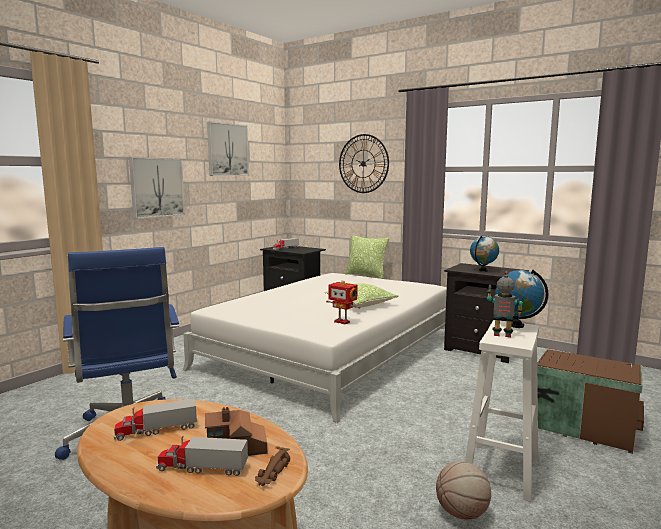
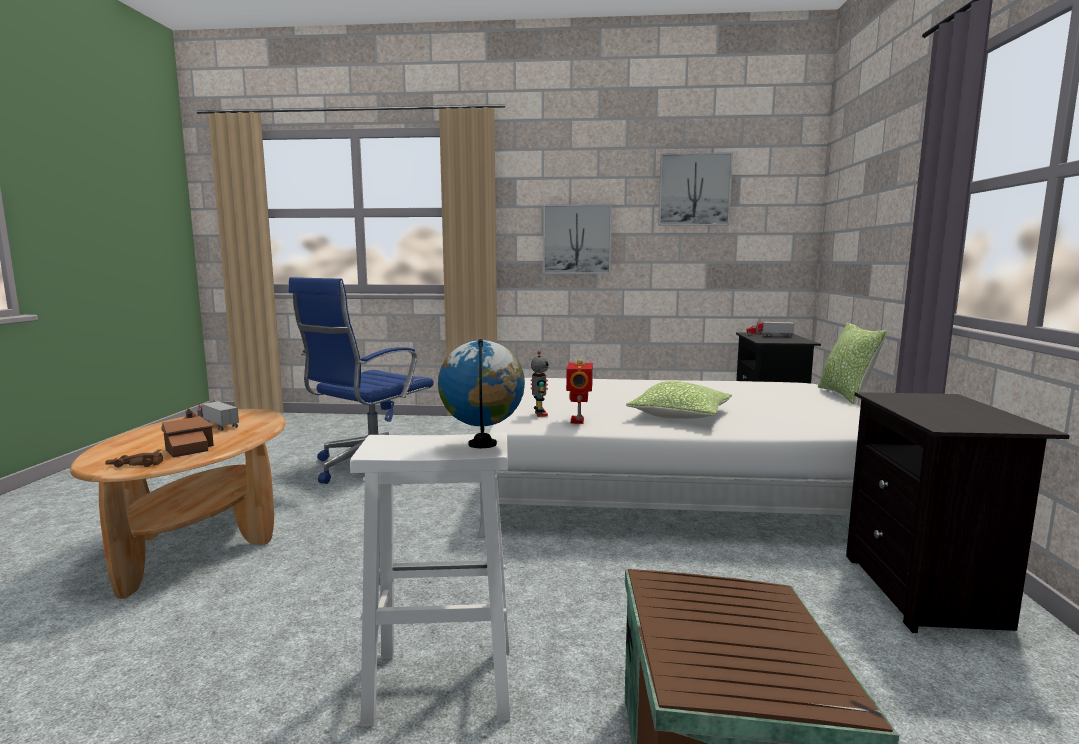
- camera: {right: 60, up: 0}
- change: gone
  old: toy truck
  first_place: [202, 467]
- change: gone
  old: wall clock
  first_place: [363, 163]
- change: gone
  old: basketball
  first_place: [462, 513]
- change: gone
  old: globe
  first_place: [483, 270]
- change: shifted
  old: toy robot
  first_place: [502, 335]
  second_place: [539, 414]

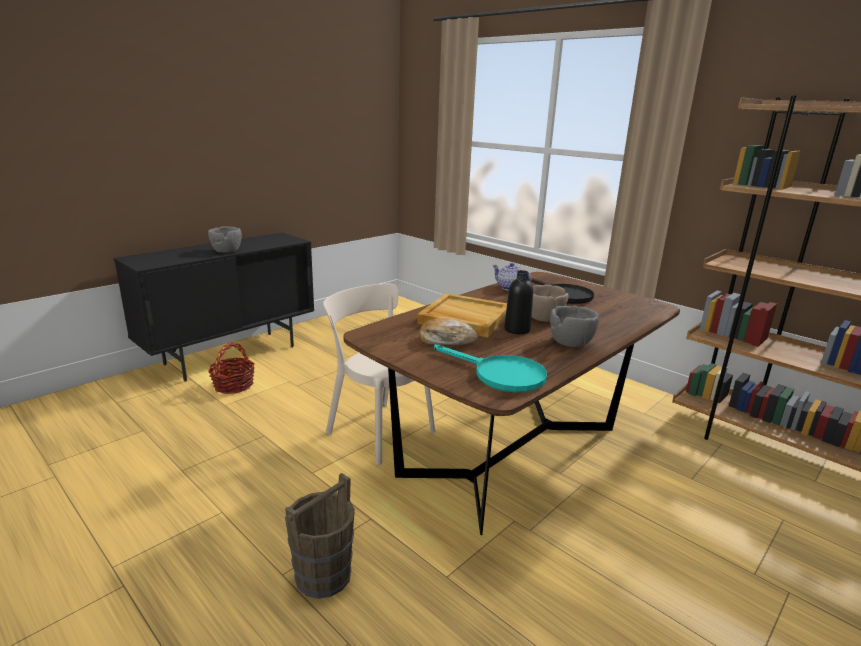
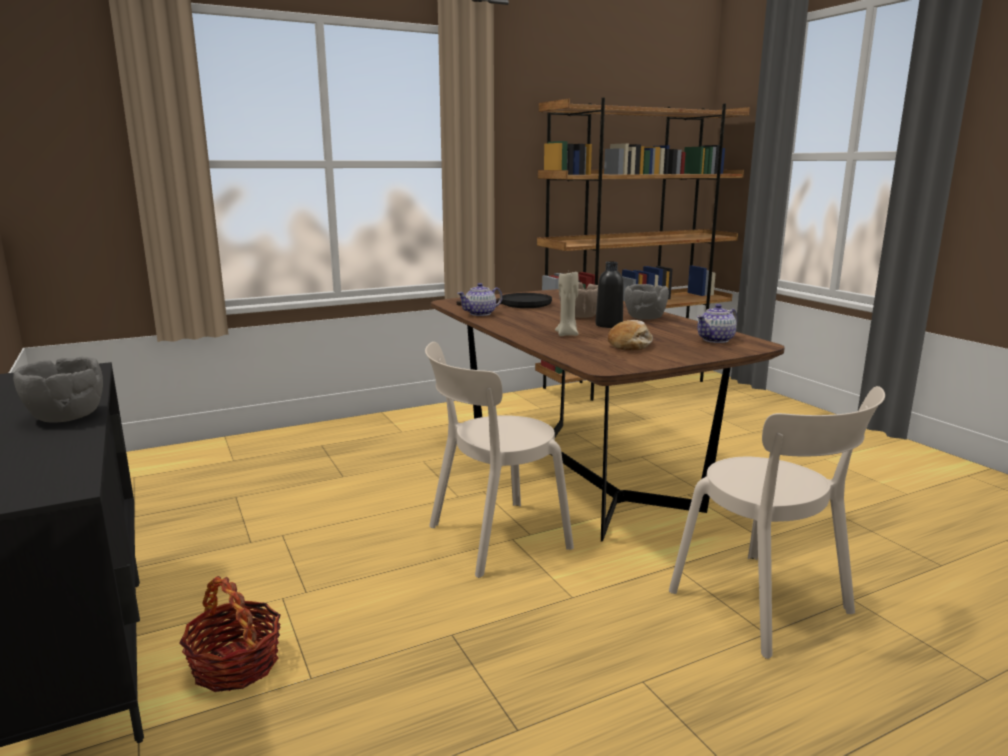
- camera: {right: -70, up: -5}
- change: swapped
  old: brown bucket
  new: beige chair
  first_place: [322, 575]
  second_place: [766, 606]
- change: swapped
  old: beige tray
  new: beige candle
  first_place: [464, 318]
  second_place: [567, 334]
- change: swapped
  old: turquoise frying pan
  new: teapot
  first_place: [500, 375]
  second_place: [716, 340]

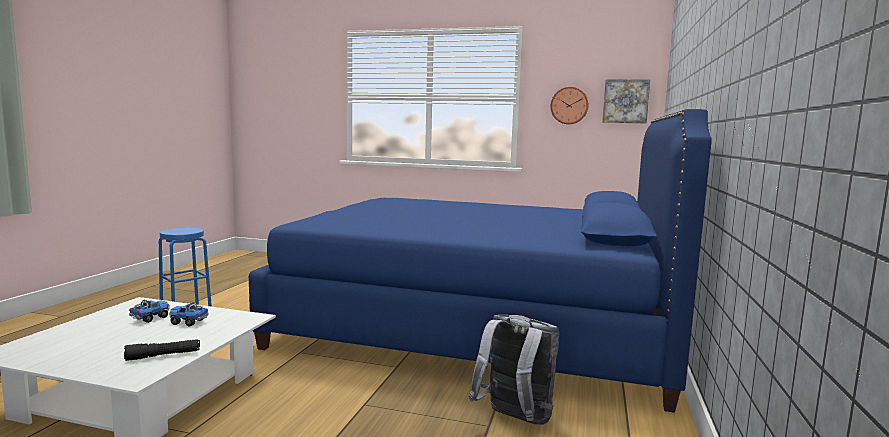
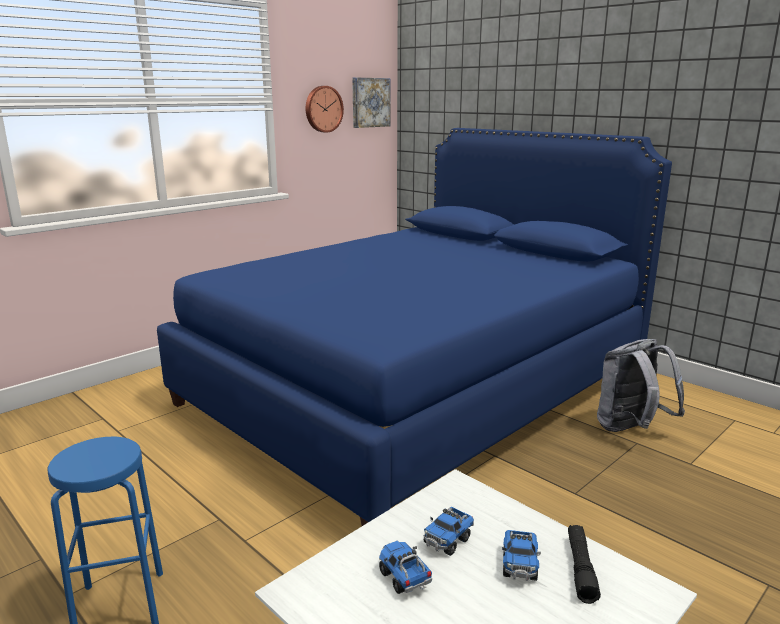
- camera: {right: -60, up: 10}
- change: new
  new: toy truck
  second_place: [519, 566]

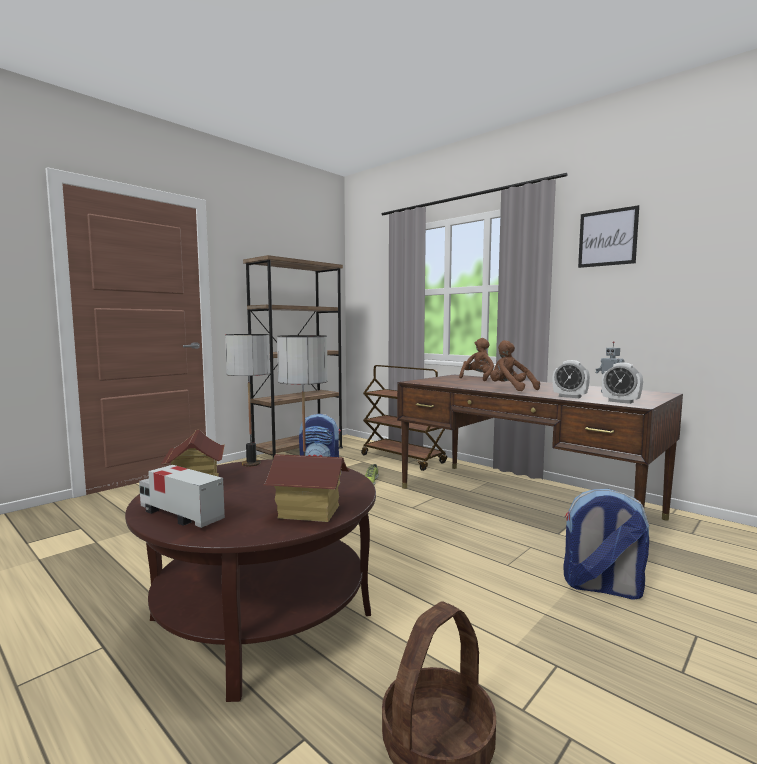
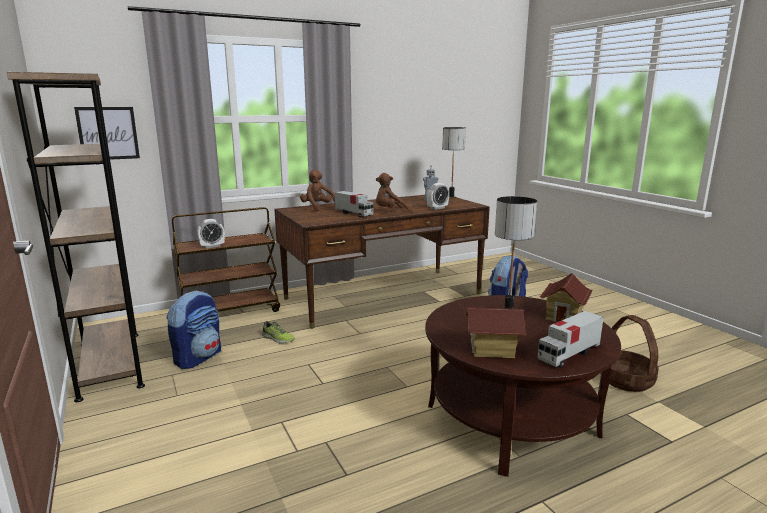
- camera: {right: -70, up: 10}
- change: new
  new: toy truck
  second_place: [354, 214]
- change: shifted
  old: table lamp
  first_place: [251, 464]
  second_place: [451, 198]
- change: shifted
  old: picture
  first_place: [607, 238]
  second_place: [108, 133]
- change: shifted
  old: alarm clock
  first_place: [620, 401]
  second_place: [212, 246]

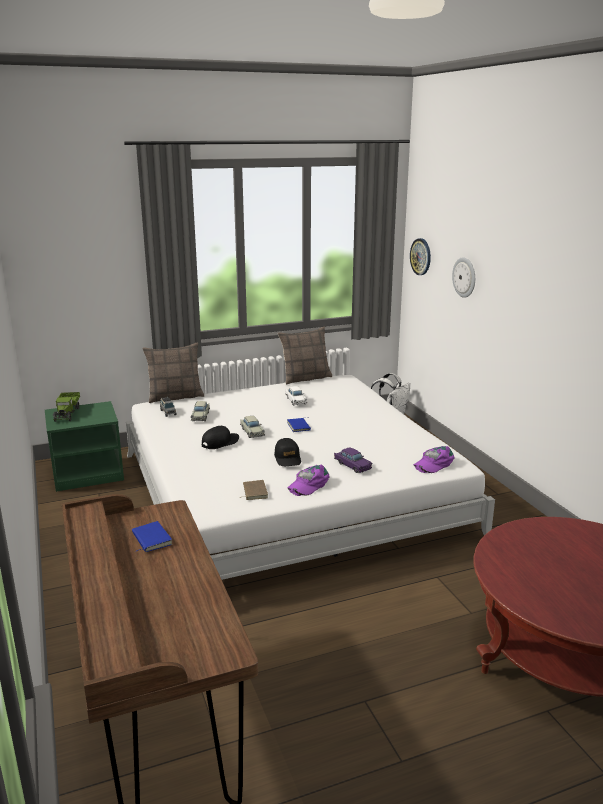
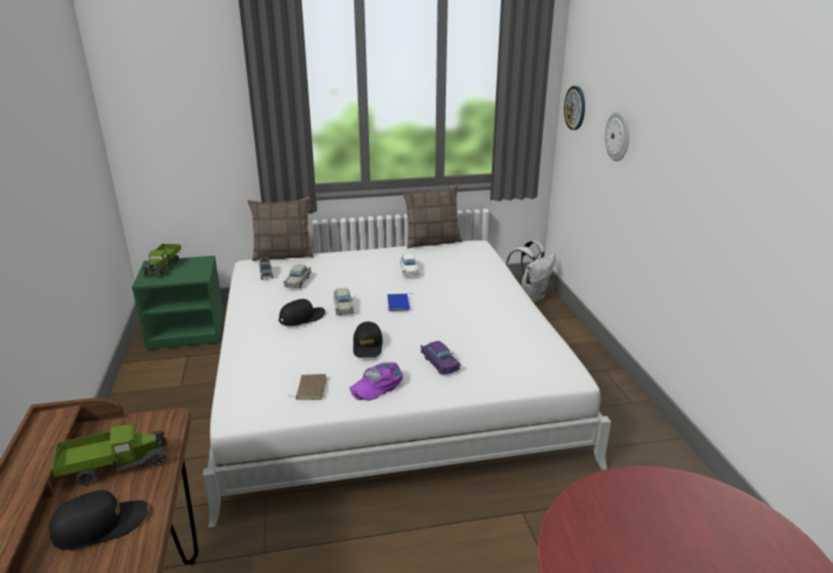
- camera: {right: 10, up: 5}
- change: gone
  old: purple cap
  first_place: [433, 463]
- change: new
  new: black cap
  second_place: [100, 525]
- change: swapped
  old: blue book
  new: toy truck
  first_place: [150, 539]
  second_place: [115, 465]

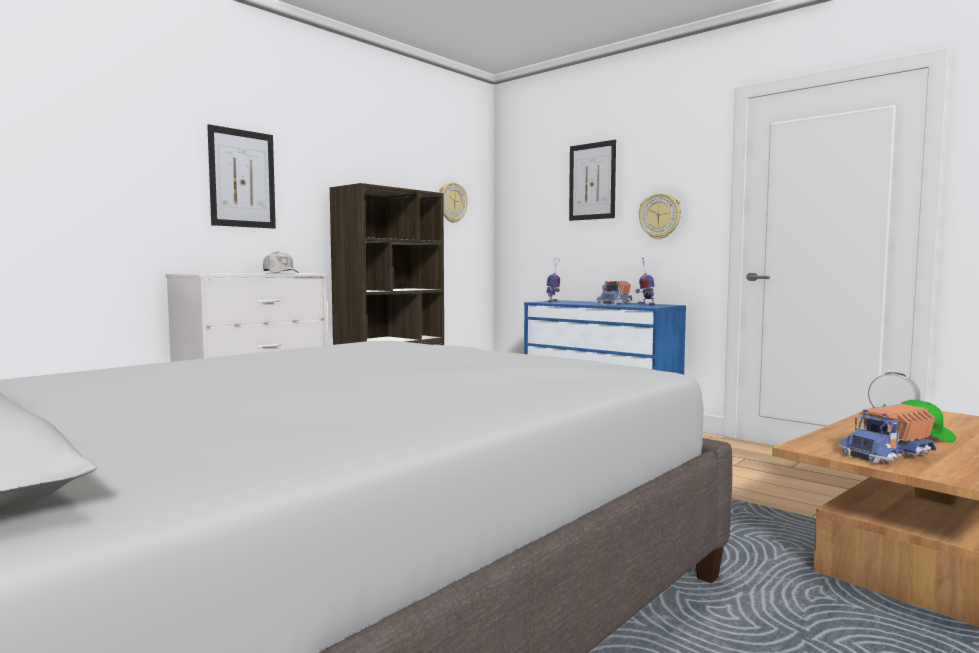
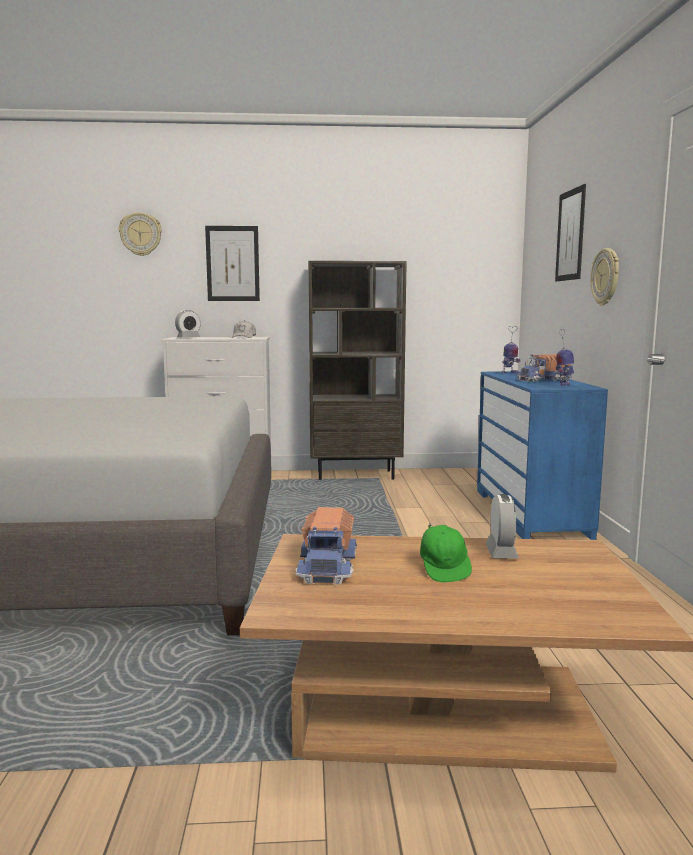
- camera: {right: 45, up: 5}
- change: new
  new: alarm clock
  second_place: [188, 338]
- change: shifted
  old: wall clock
  first_place: [452, 202]
  second_place: [140, 234]
- change: rotated
  old: toy truck
  first_place: [887, 454]
  second_place: [328, 566]
  degrees: -105

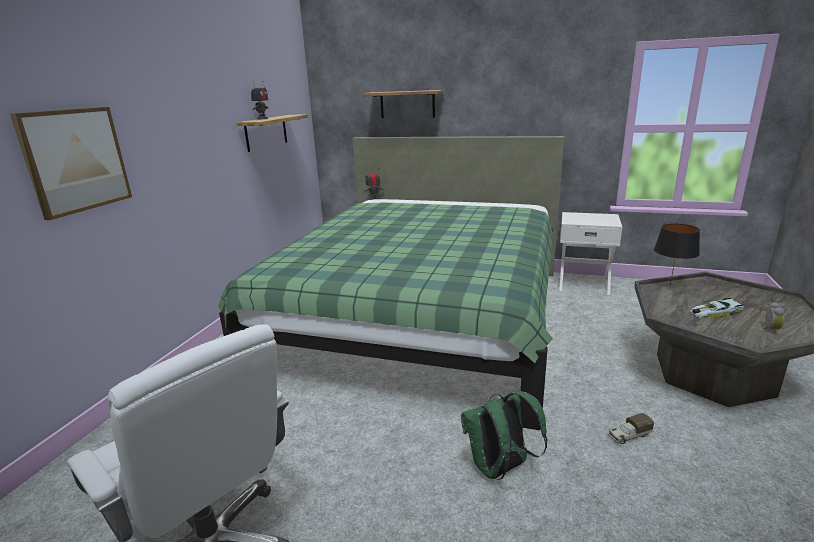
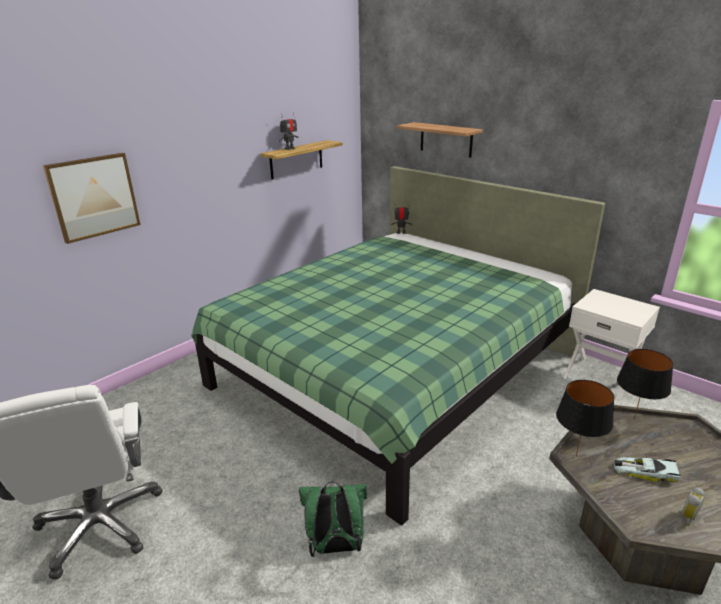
- camera: {right: 25, up: 5}
- change: gone
  old: toy truck
  first_place: [628, 436]
- change: new
  new: black table lamp
  second_place: [576, 456]

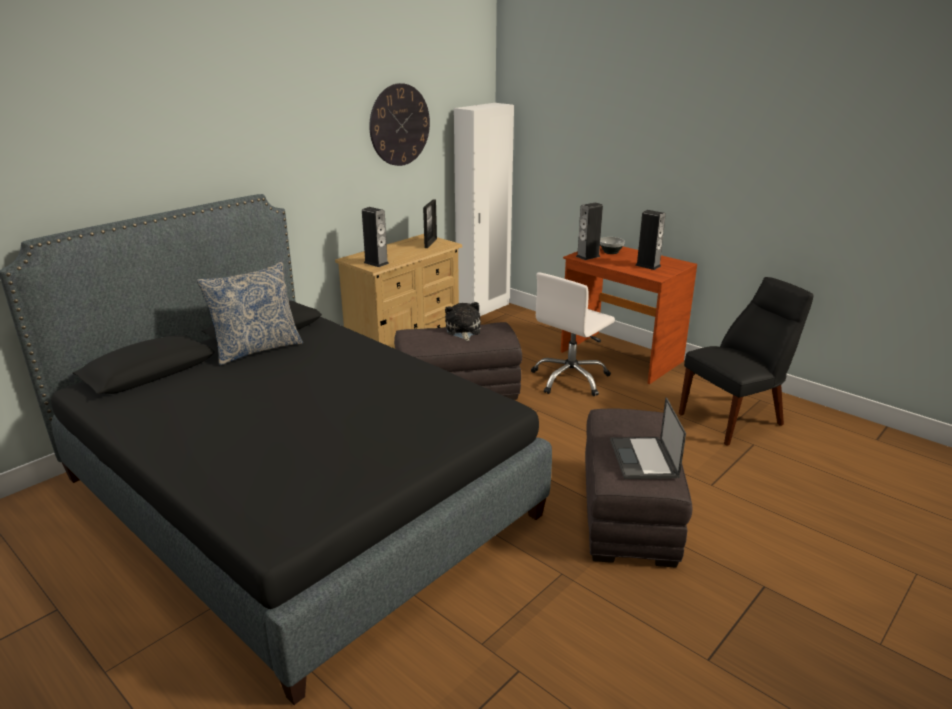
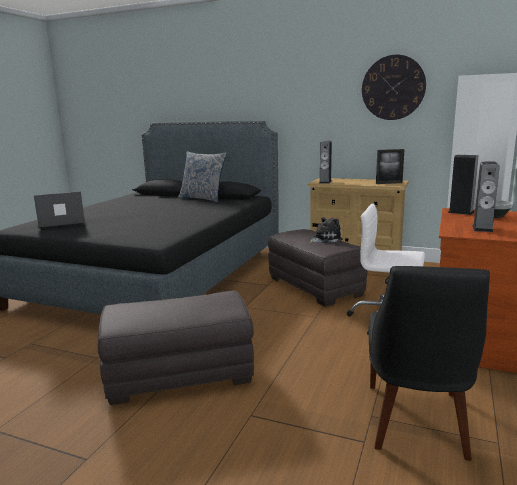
- camera: {right: 70, up: -10}
- change: shifted
  old: laptop
  first_place: [644, 459]
  second_place: [61, 222]
- change: rotated
  old: black chair
  first_place: [735, 418]
  second_place: [416, 423]
  degrees: 60

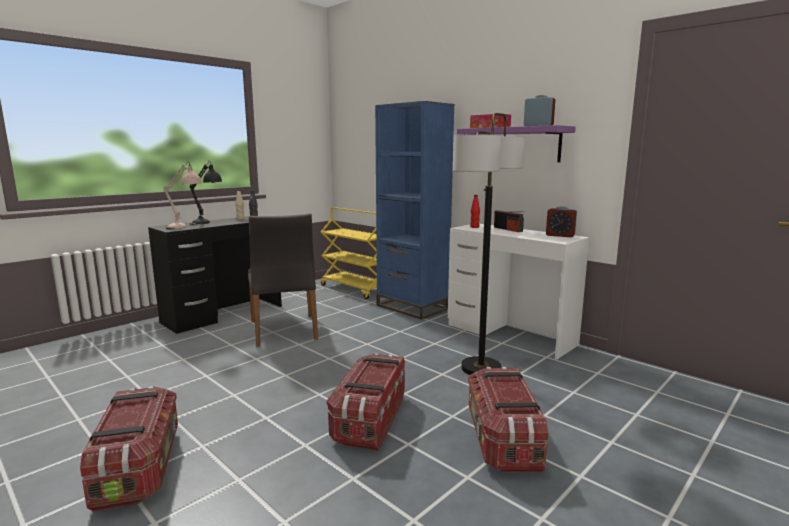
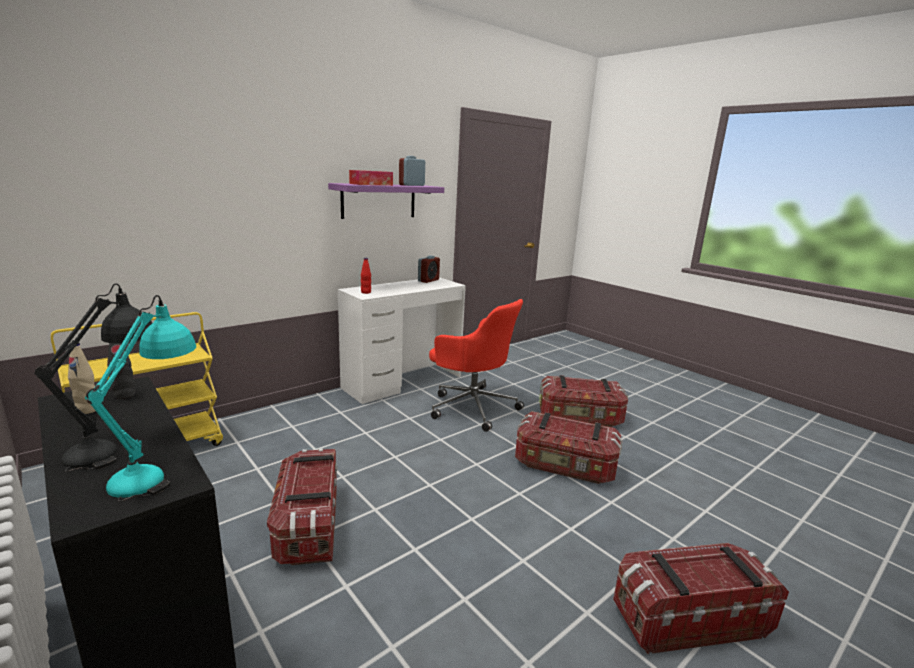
- camera: {right: -85, up: 5}
- change: gone
  old: blue bookcase
  first_place: [412, 307]
- change: gone
  old: radio
  first_place: [508, 229]
- change: swapped
  old: grey chair
  new: storage box
  first_place: [284, 330]
  second_place: [309, 525]
- change: swapped
  old: floor lamp
  new: red office chair
  first_place: [480, 368]
  second_place: [472, 406]
- change: repainted
  old: beige table lamp
  new: turquoise table lamp
  first_place: [185, 227]
  second_place: [160, 468]

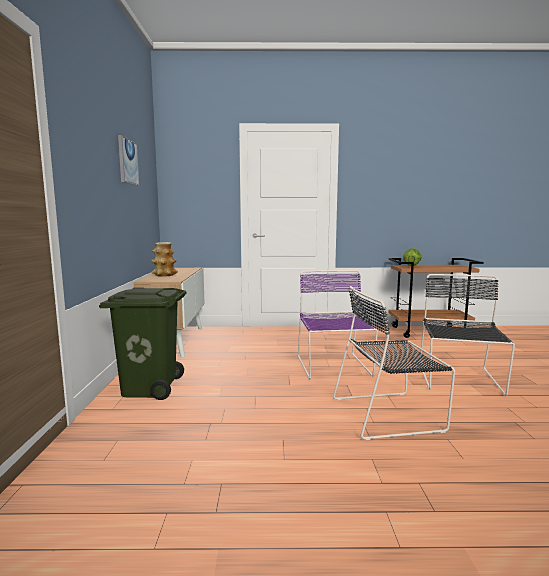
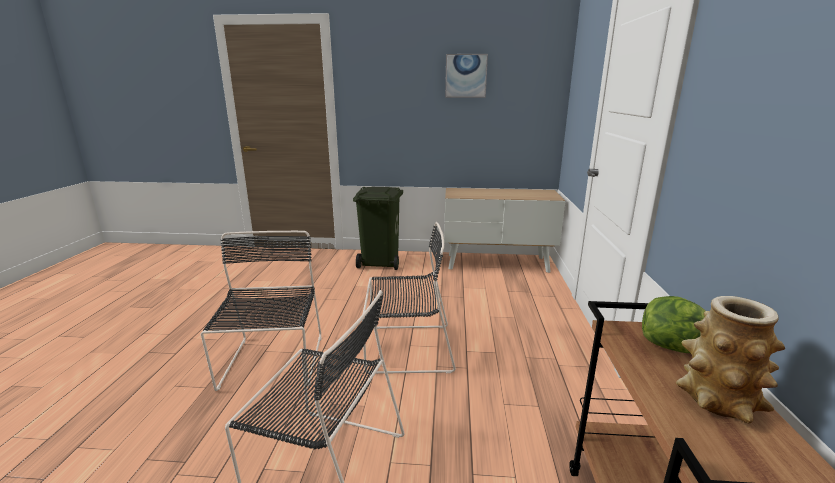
- camera: {right: 95, up: 10}
- change: shifted
  old: vase
  first_place: [164, 275]
  second_place: [718, 399]
- change: repainted
  old: purple chair
  new: black chair
  first_place: [334, 367]
  second_place: [406, 348]

